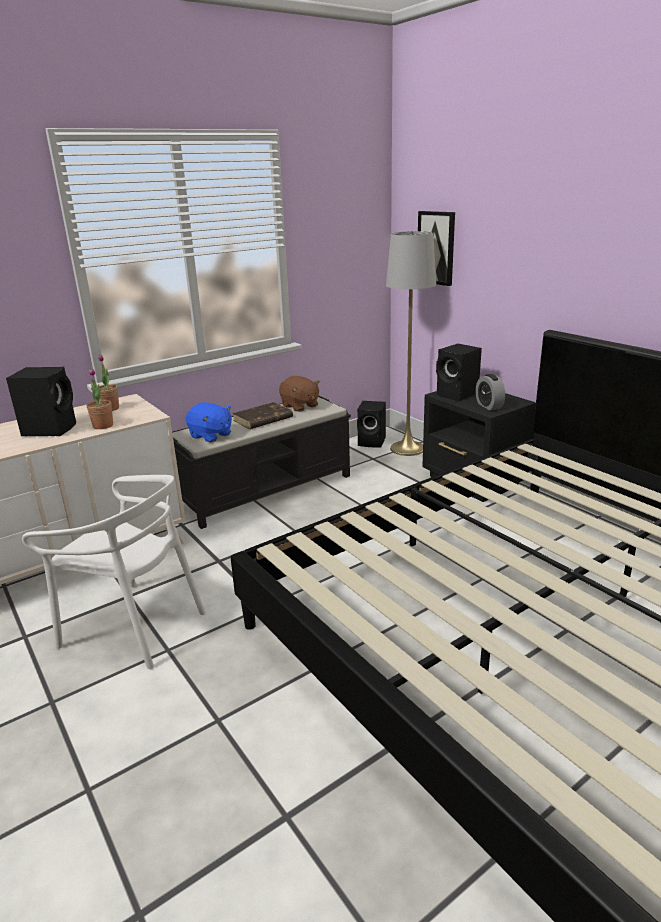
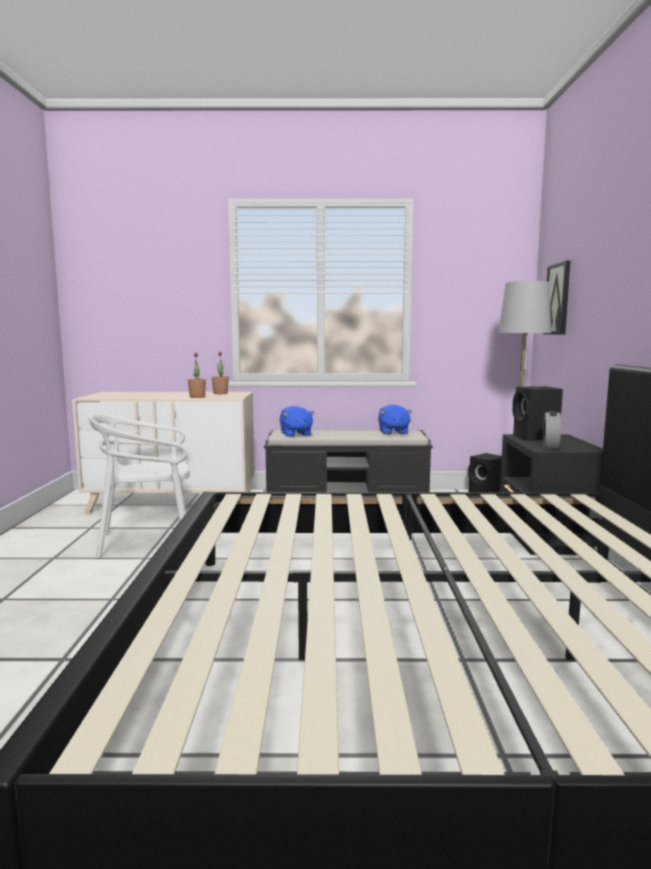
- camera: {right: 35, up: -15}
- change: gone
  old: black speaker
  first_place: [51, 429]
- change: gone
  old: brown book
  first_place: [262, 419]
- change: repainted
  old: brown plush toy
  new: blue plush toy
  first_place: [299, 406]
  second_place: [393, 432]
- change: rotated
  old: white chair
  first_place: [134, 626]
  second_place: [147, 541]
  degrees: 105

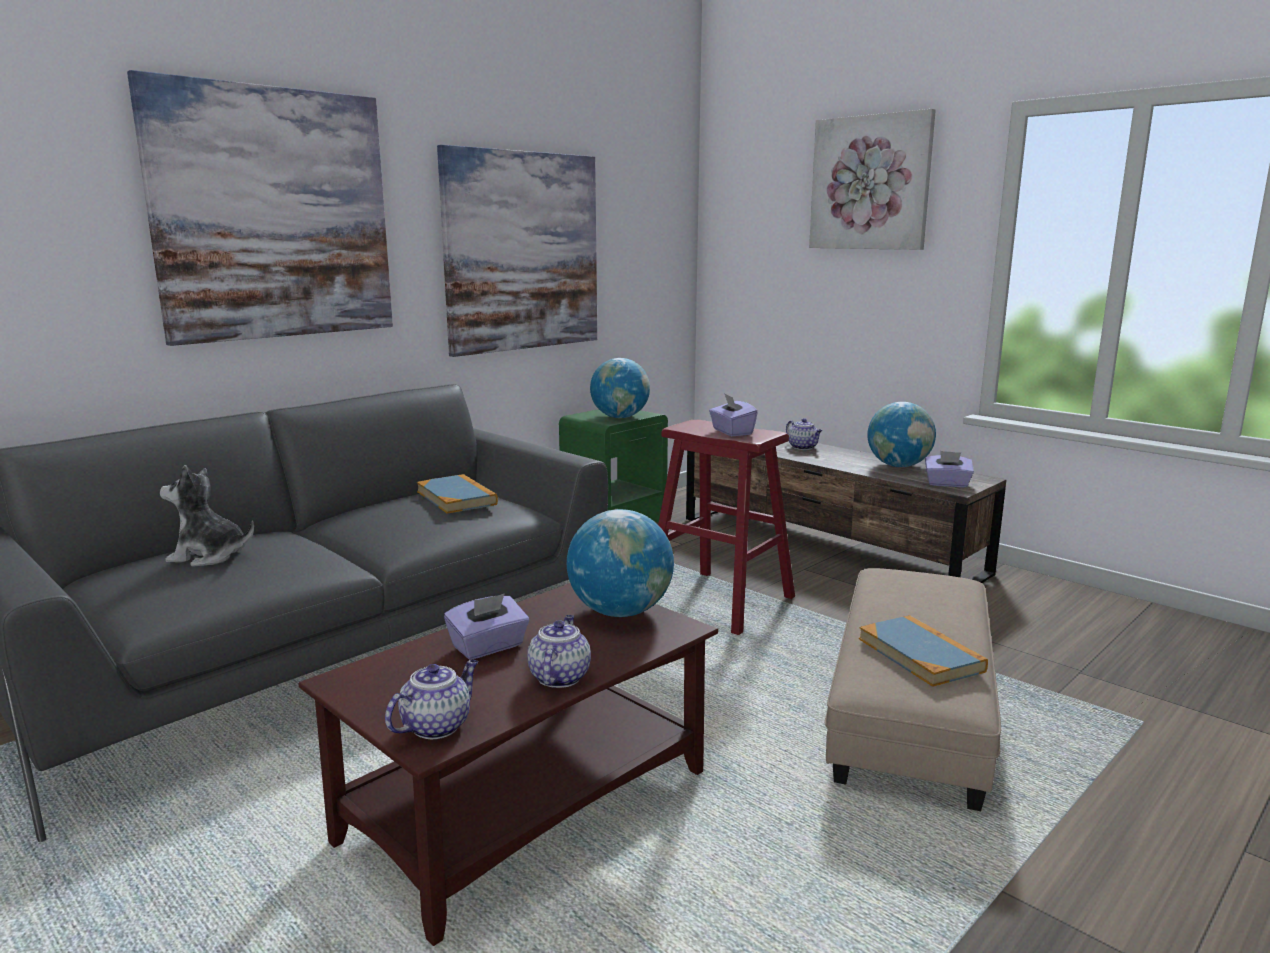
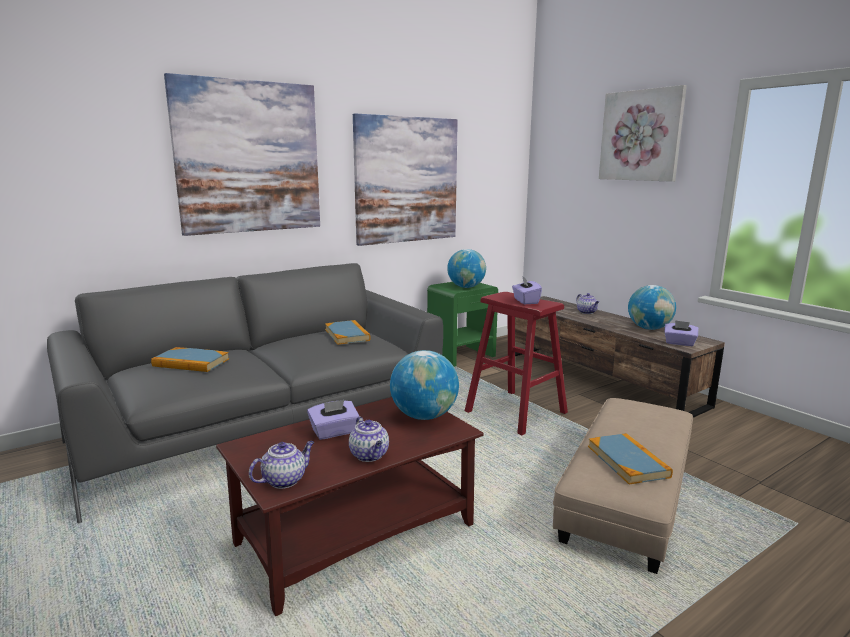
- camera: {right: 10, up: 0}
- change: swapped
  old: plush toy
  new: book
  first_place: [209, 556]
  second_place: [191, 363]
- change: rotated
  old: teapot
  first_place: [559, 677]
  second_place: [370, 455]
  degrees: 135

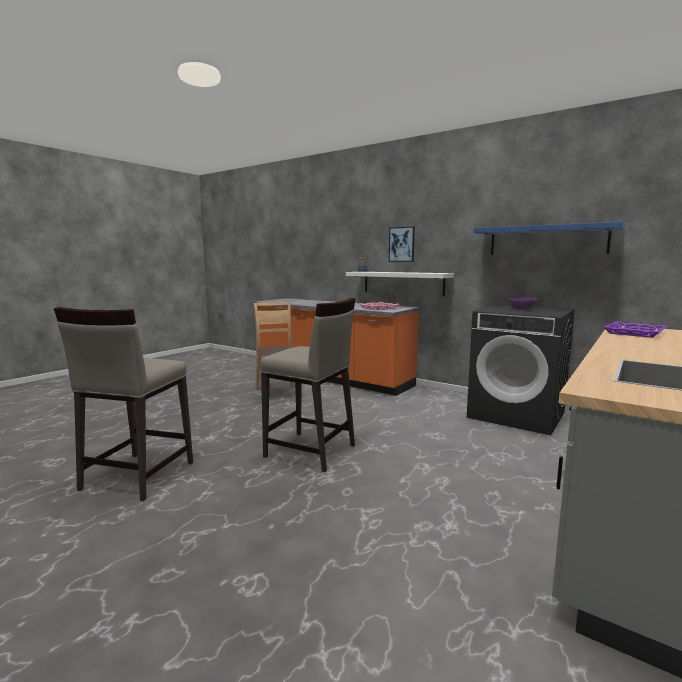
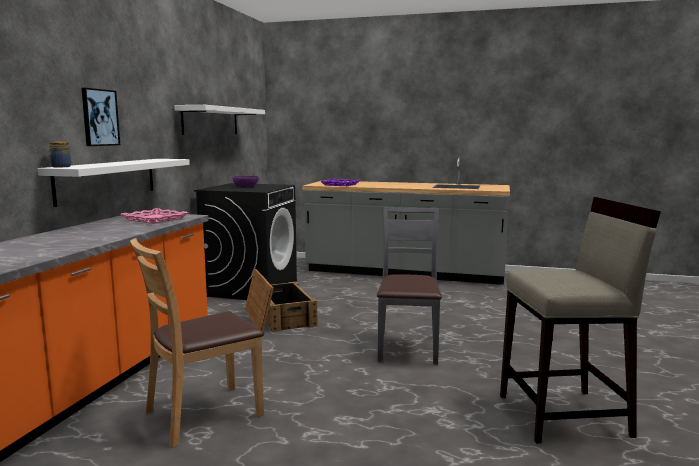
- camera: {right: -110, up: 0}
- change: new
  new: crate
  second_place: [278, 317]
- change: swapped
  old: beige stool
  new: grey chair
  first_place: [311, 451]
  second_place: [408, 347]
- change: repainted
  old: blue shelf
  new: white shelf
  first_place: [547, 240]
  second_place: [210, 121]

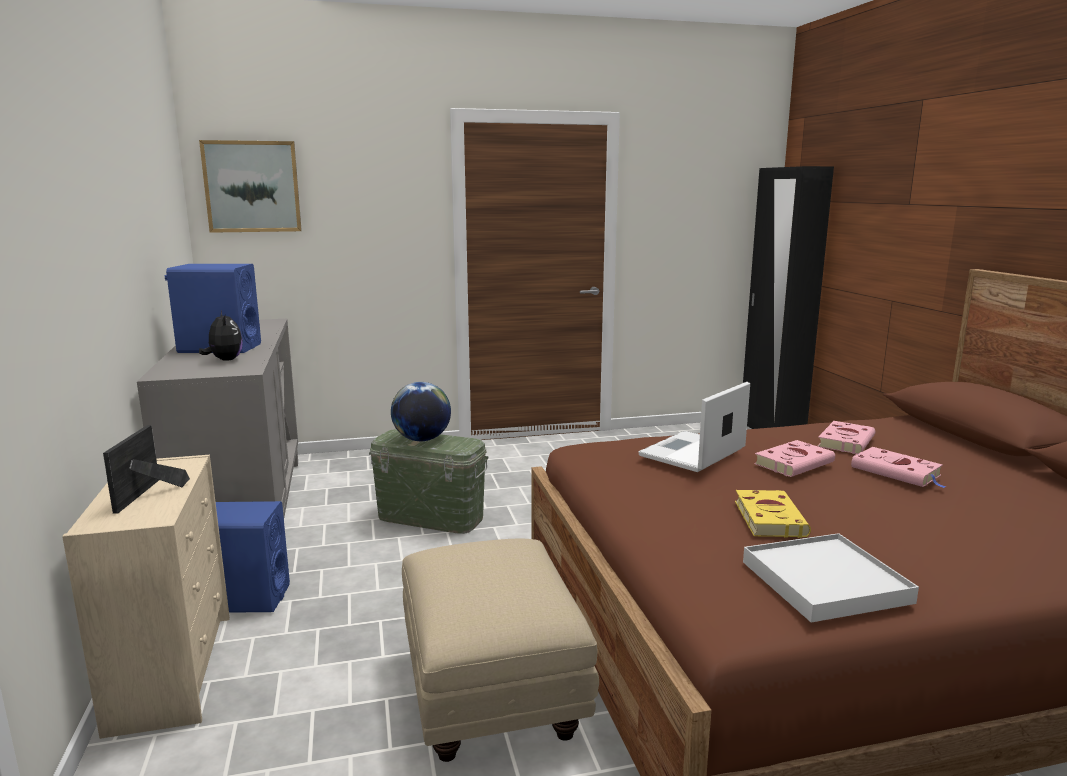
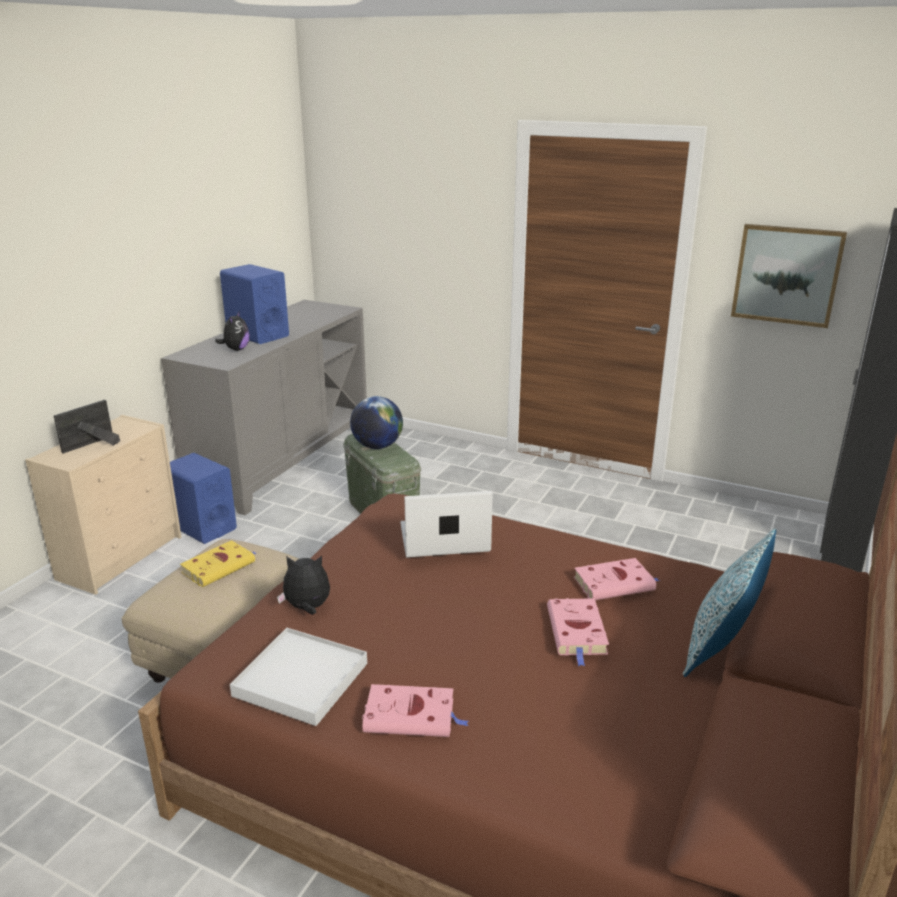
- camera: {right: 40, up: 10}
- change: new
  new: plush toy
  second_place: [307, 608]
- change: new
  new: pillow
  second_place: [720, 647]
- change: shifted
  old: picture
  first_place: [252, 187]
  second_place: [786, 275]
- change: shifted
  old: yellow book
  first_place: [768, 518]
  second_place: [220, 566]
- change: shifted
  old: pink book
  first_place: [795, 463]
  second_place: [412, 716]

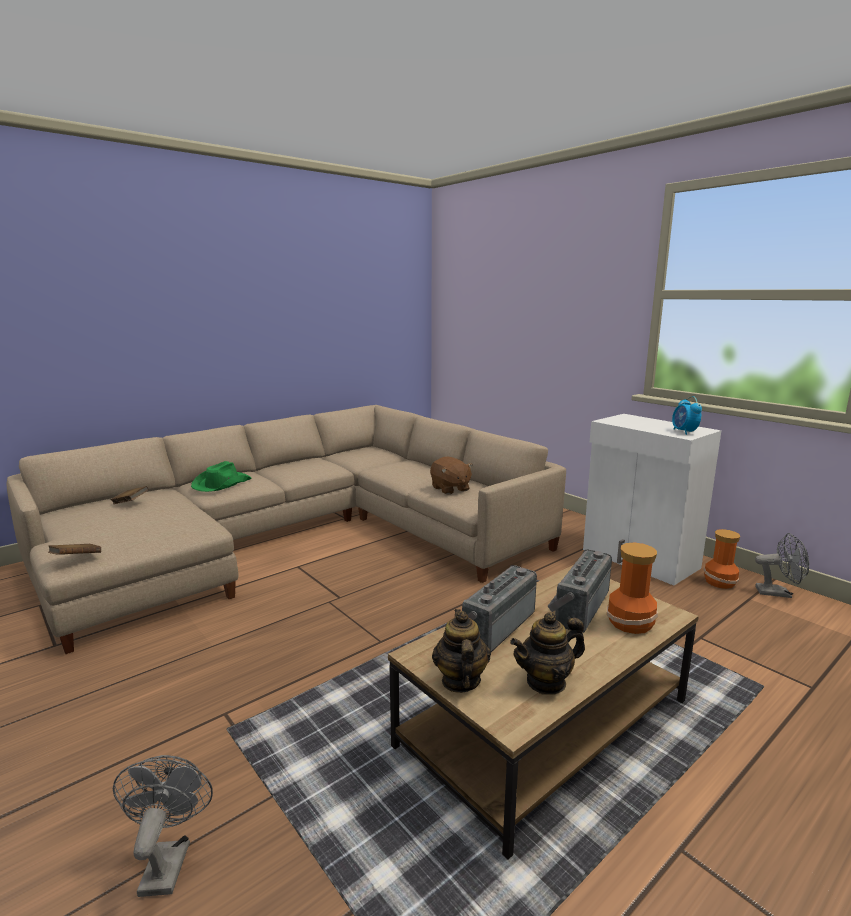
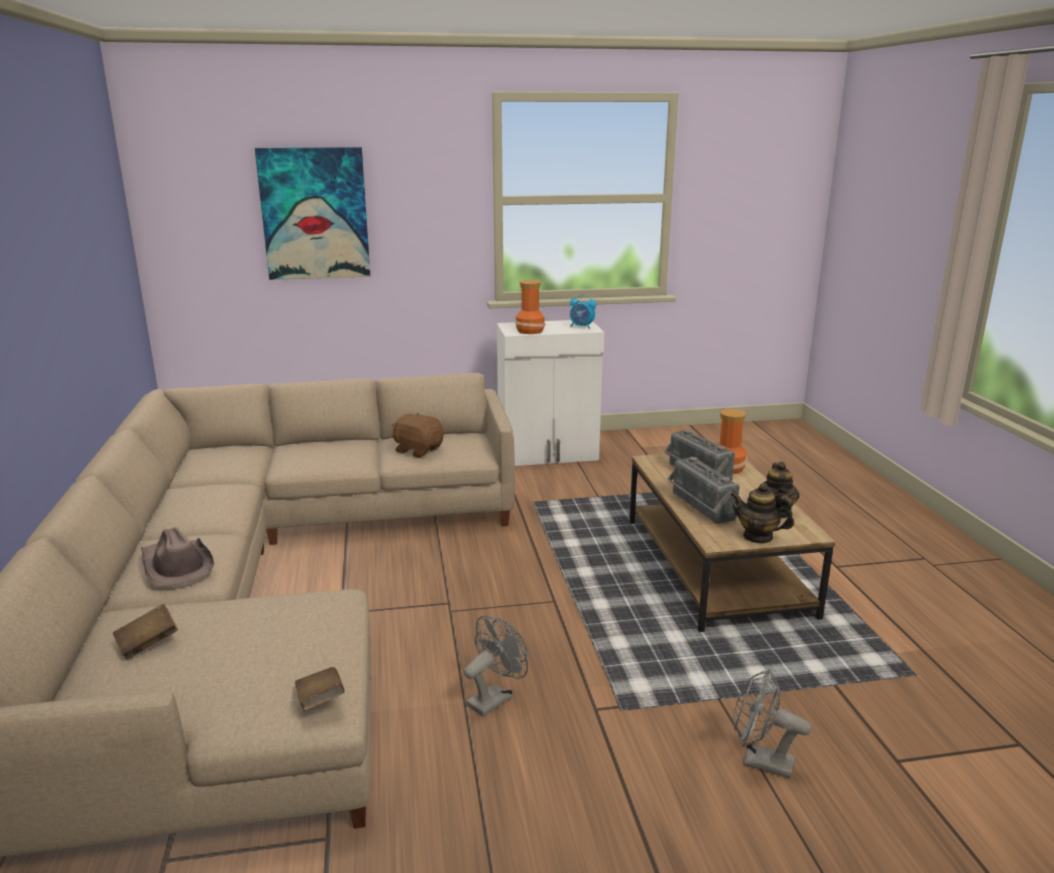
- camera: {right: -60, up: 5}
- change: new
  new: picture
  second_place: [315, 214]
- change: shifted
  old: vase
  first_place: [719, 582]
  second_place: [529, 331]
- change: shifted
  old: grey fan
  first_place: [778, 593]
  second_place: [495, 698]
- change: repainted
  old: green hat
  new: brown hat
  first_place: [221, 484]
  second_place: [176, 565]
- change: rotated
  old: brown plush toy
  first_place: [450, 489]
  second_place: [418, 450]
  degrees: -150

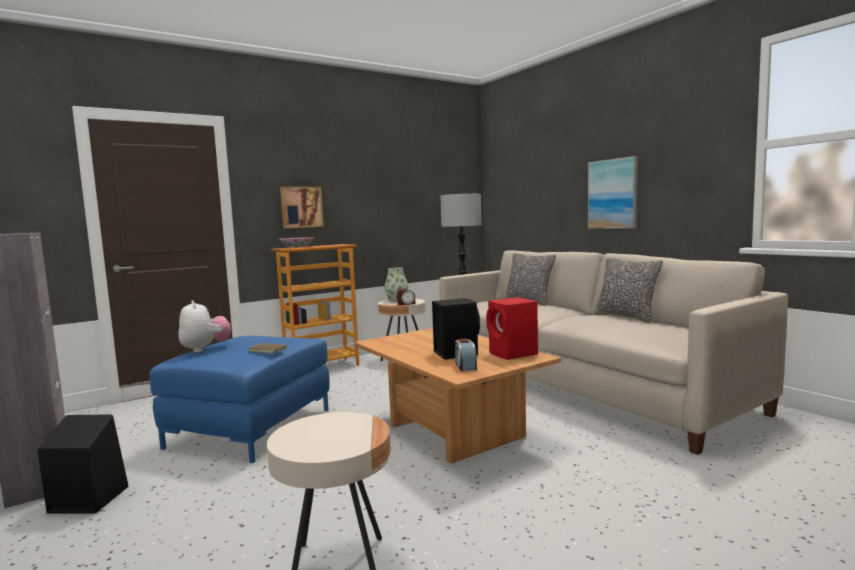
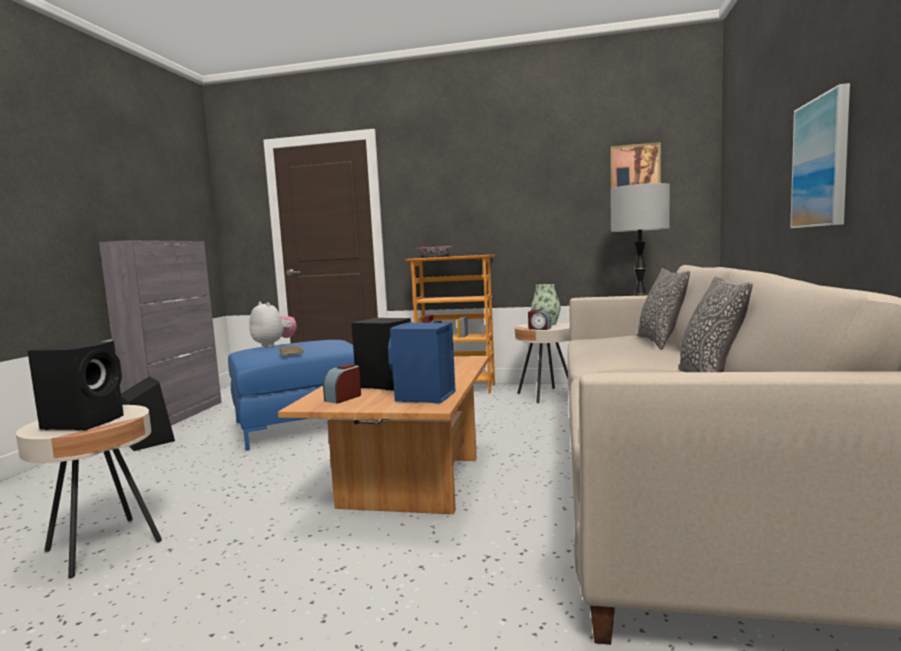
- camera: {right: 45, up: 0}
- change: new
  new: black speaker
  second_place: [86, 422]
- change: shifted
  old: picture
  first_place: [301, 207]
  second_place: [635, 169]
- change: repainted
  old: red speaker
  new: blue speaker
  first_place: [513, 354]
  second_place: [424, 397]
- change: rotated
  old: plush toy
  first_place: [205, 349]
  second_place: [274, 345]
  degrees: -60

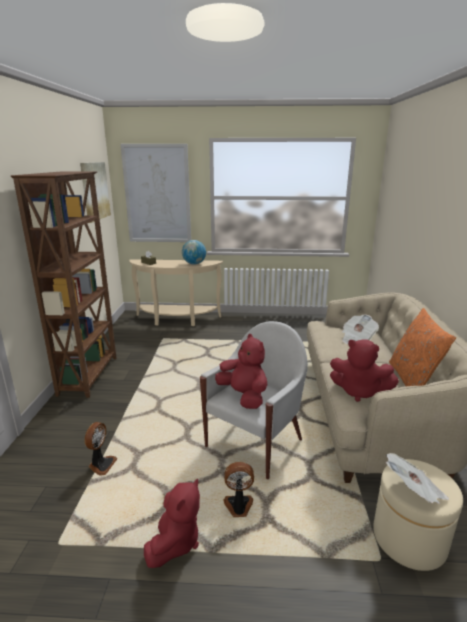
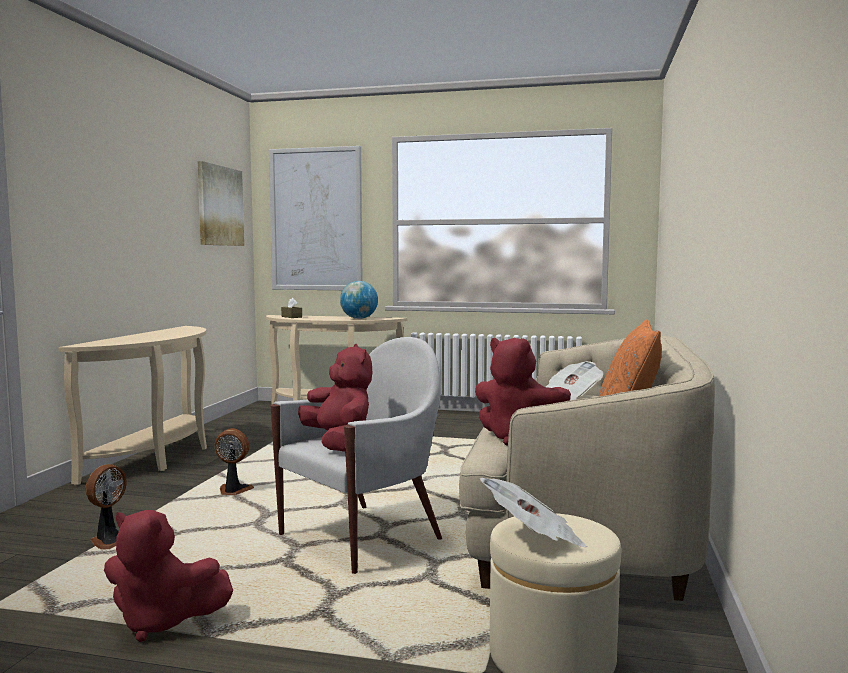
- camera: {right: 10, up: -15}
- change: shifted
  old: fan
  first_place: [238, 507]
  second_place: [234, 491]
- change: swapped
  old: brown bookcase
  new: beige console table
  first_place: [89, 375]
  second_place: [159, 457]
- change: rotated
  old: red plush toy
  first_place: [175, 542]
  second_place: [162, 622]
  degrees: 75

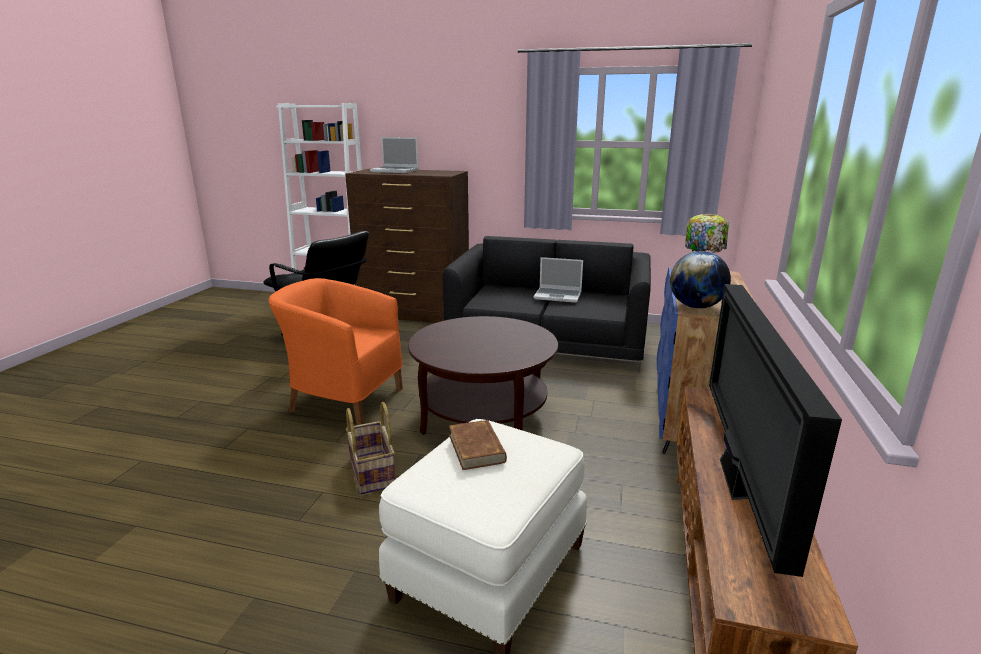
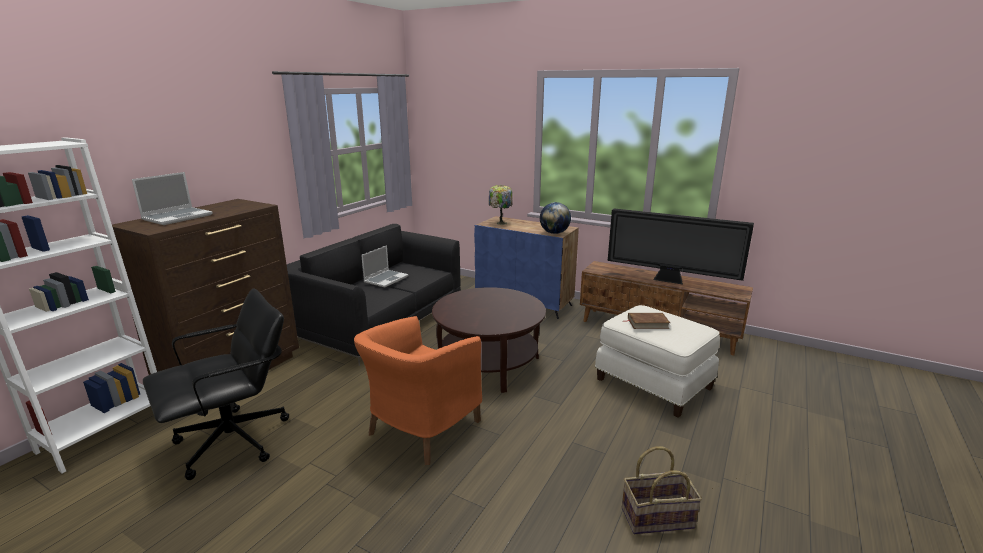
- camera: {right: -75, up: 0}
- change: shifted
  old: basket
  first_place: [373, 472]
  second_place: [657, 517]

